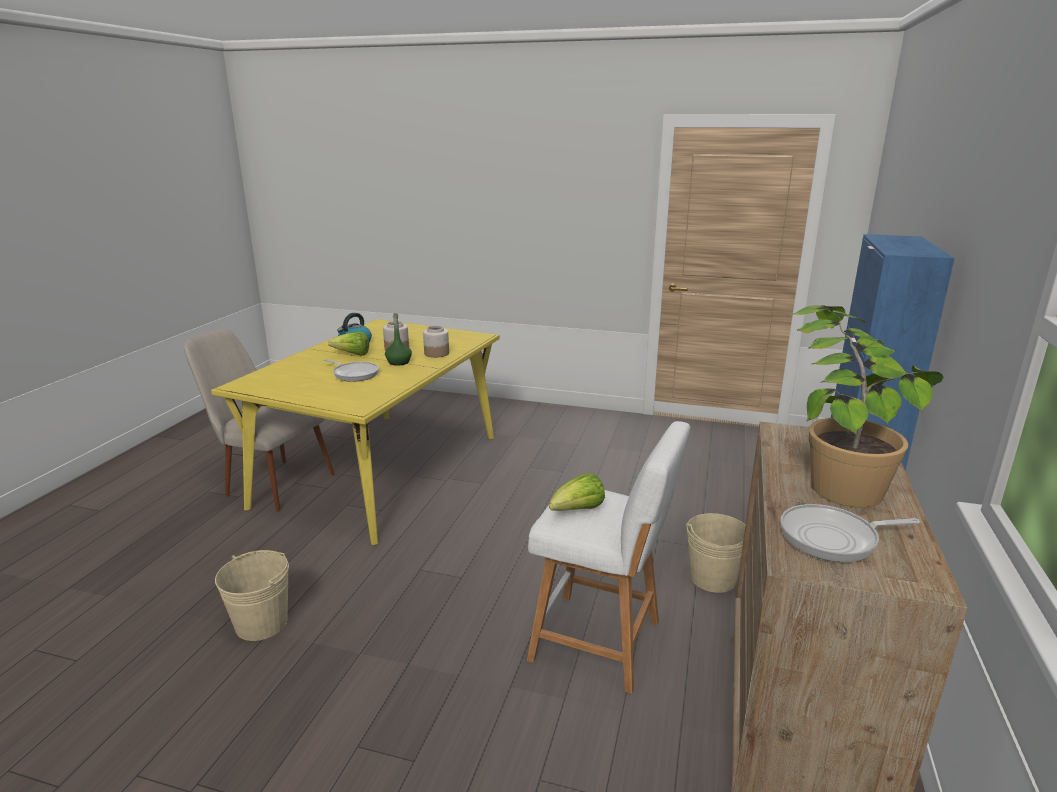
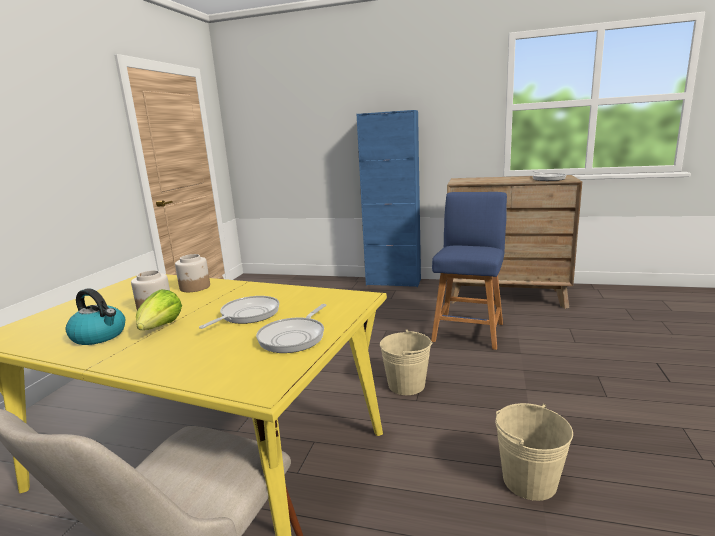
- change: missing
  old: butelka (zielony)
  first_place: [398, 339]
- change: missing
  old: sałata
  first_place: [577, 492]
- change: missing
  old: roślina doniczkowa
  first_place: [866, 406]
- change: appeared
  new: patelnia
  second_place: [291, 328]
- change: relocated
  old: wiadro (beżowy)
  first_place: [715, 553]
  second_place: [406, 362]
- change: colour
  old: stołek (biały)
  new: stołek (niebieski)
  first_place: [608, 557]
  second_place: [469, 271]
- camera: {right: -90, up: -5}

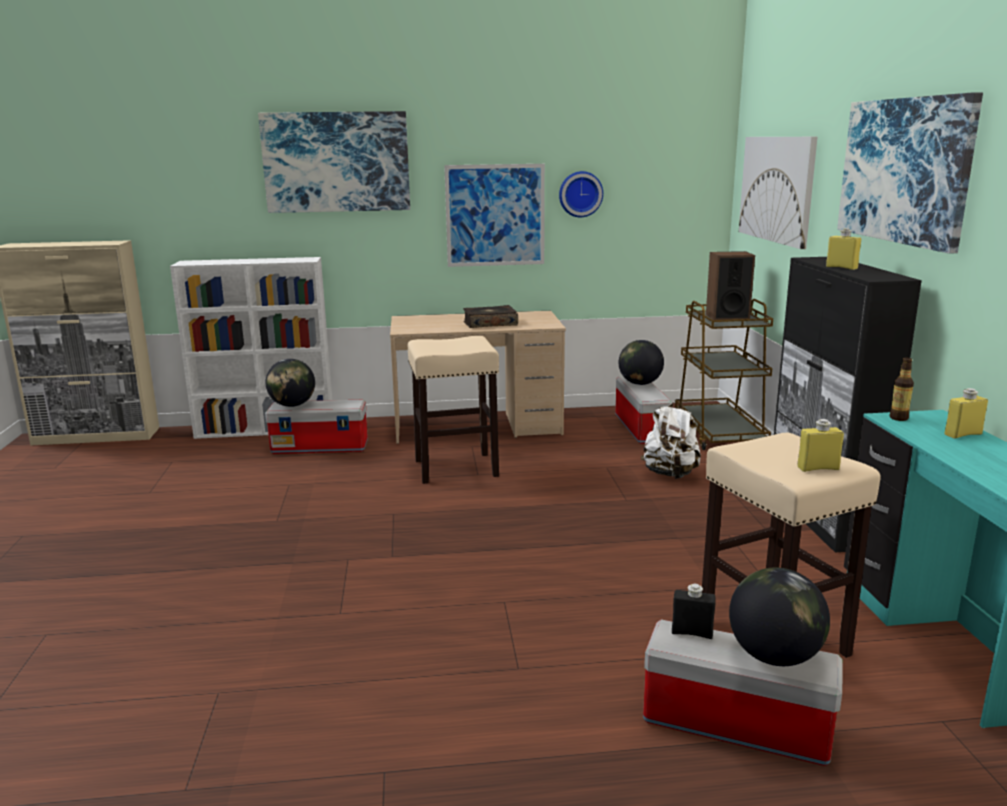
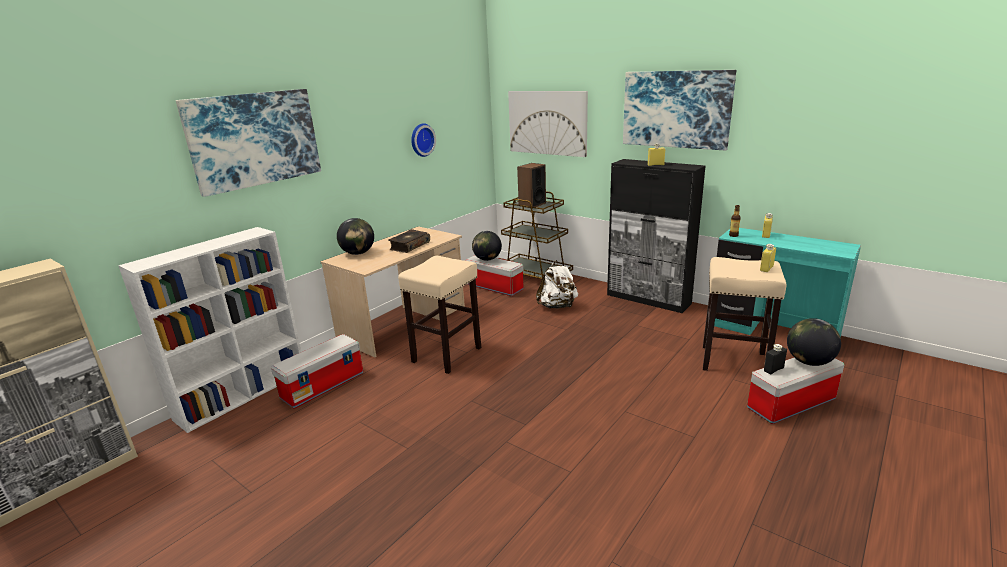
- change: missing
  old: obraz
  first_place: [494, 215]
- change: relocated
  old: globus
  first_place: [290, 383]
  second_place: [355, 236]
- camera: {right: -45, up: 5}

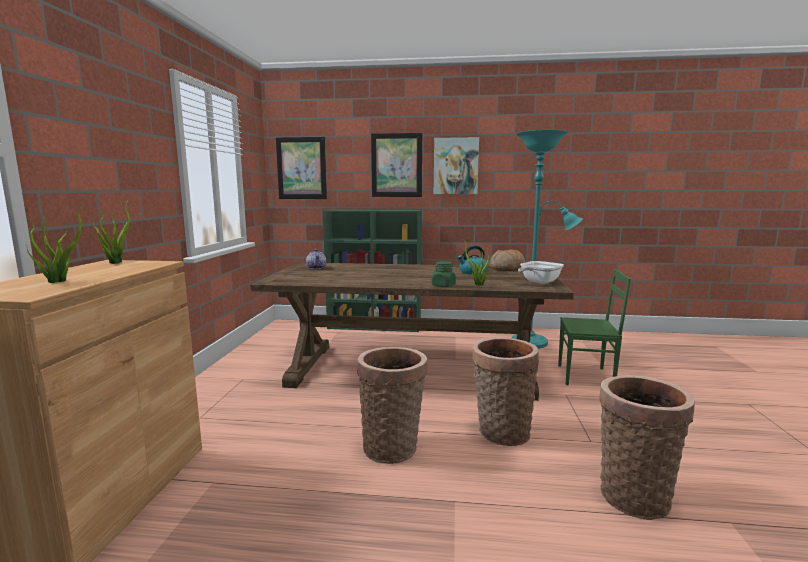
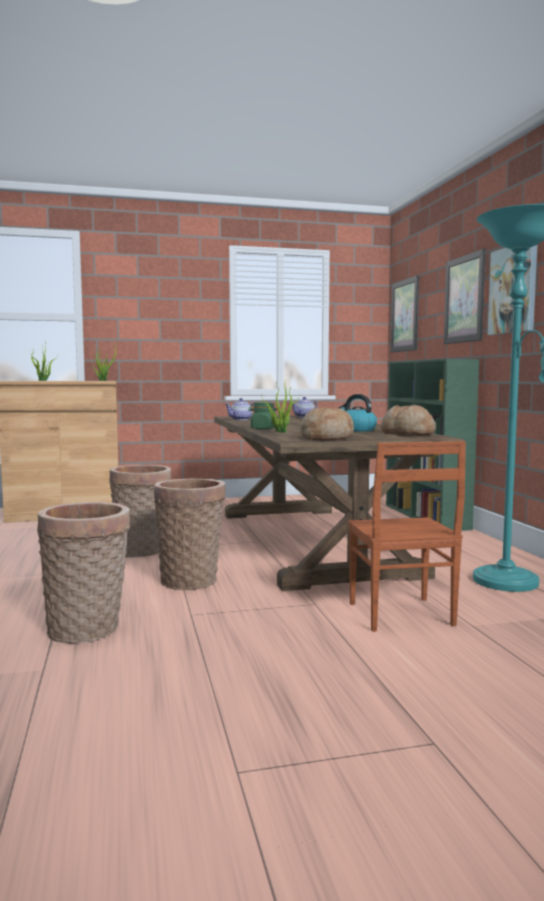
- change: appeared
  new: imbryk
  second_place: [239, 409]
- change: exchanged
  old: patelnia
  new: chleb
  first_place: [541, 272]
  second_place: [327, 424]
- change: colour
  old: krzesło (zielony)
  new: krzesło (brązowy)
  first_place: [594, 327]
  second_place: [407, 536]
- camera: {right: 70, up: -5}

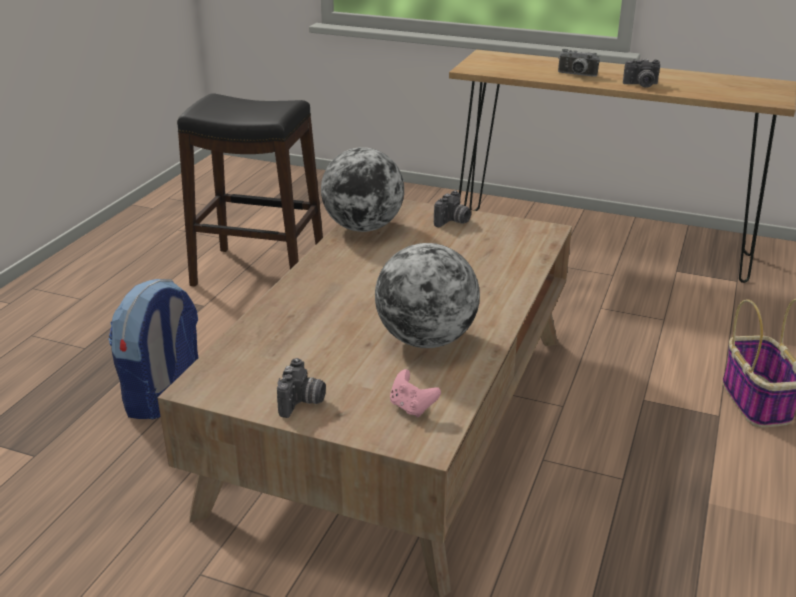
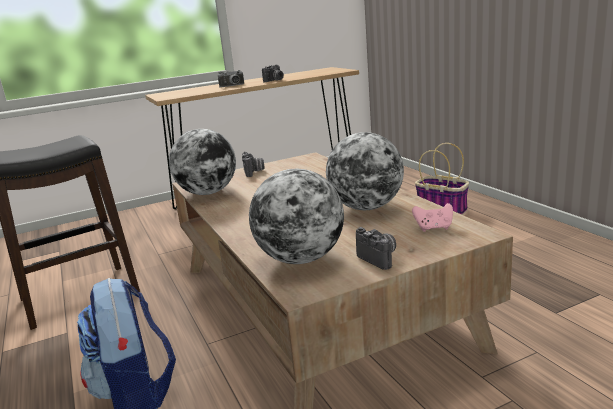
- change: appeared
  new: globus
  second_place: [296, 216]
- camera: {right: -45, up: -10}

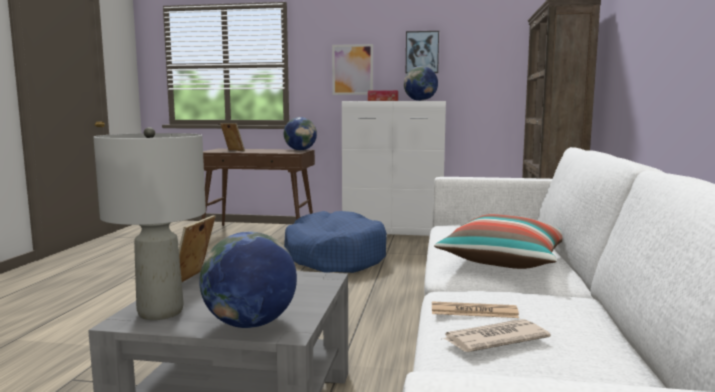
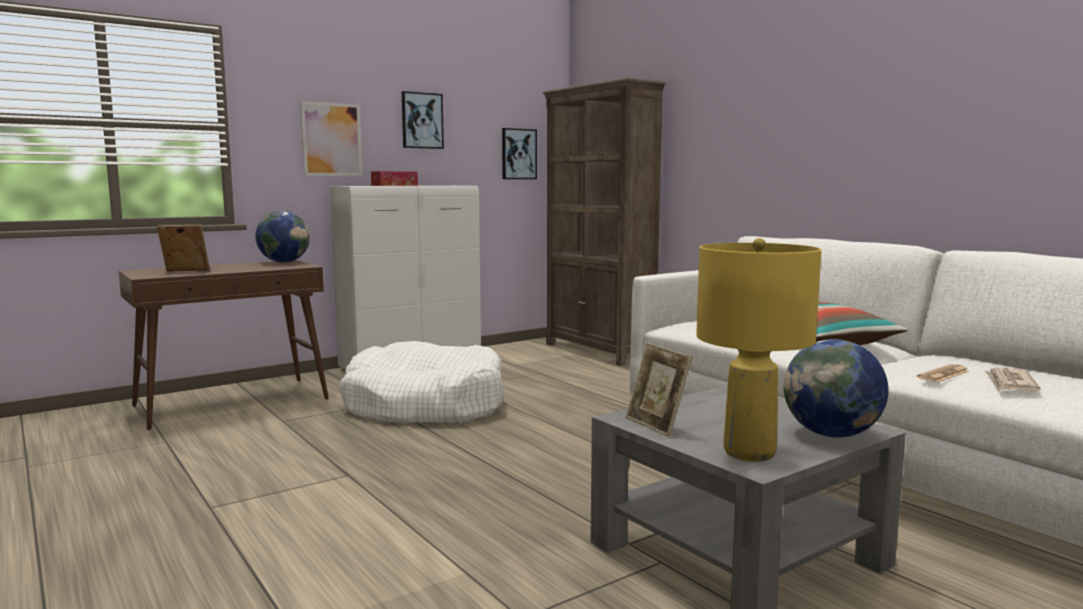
- change: missing
  old: globus
  first_place: [421, 83]
- change: appeared
  new: obraz
  second_place: [519, 153]
- change: colour
  old: lampa stołowa (szary)
  new: lampa stołowa (żółty)
  first_place: [149, 223]
  second_place: [758, 349]
- change: colour
  old: legowisko (niebieski)
  new: legowisko (biały)
  first_place: [335, 242]
  second_place: [422, 382]
- camera: {right: -45, up: 0}

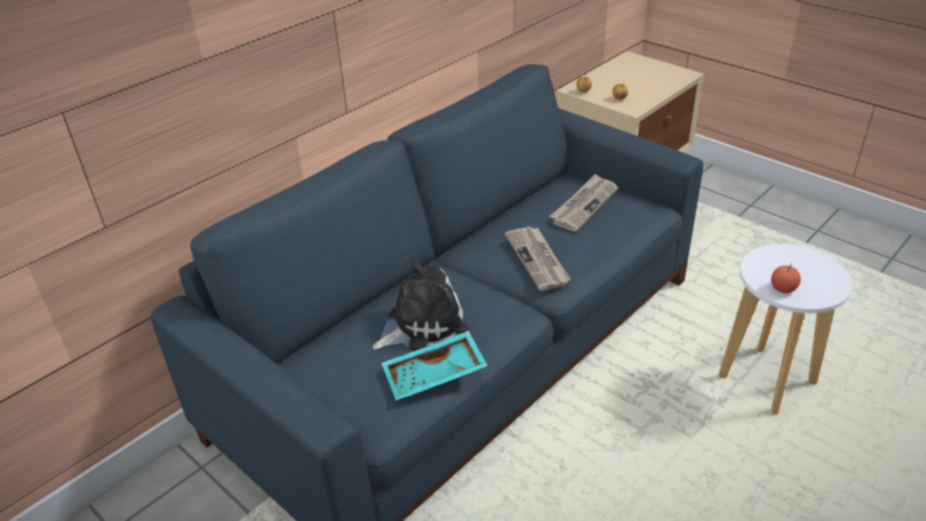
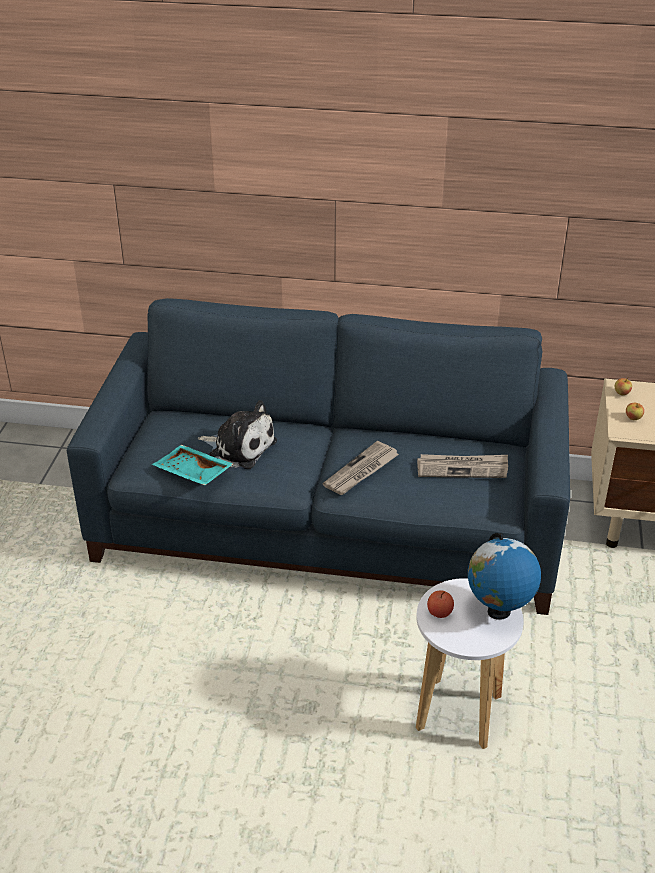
- change: appeared
  new: globus
  second_place: [504, 576]
- camera: {right: 55, up: 0}

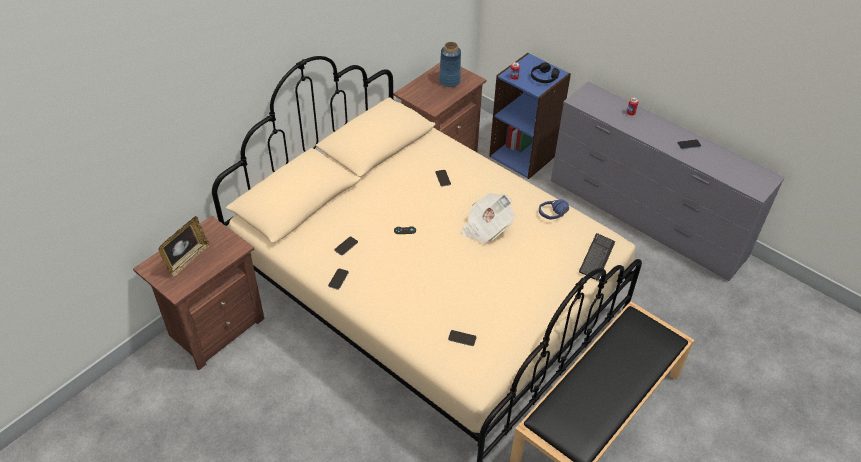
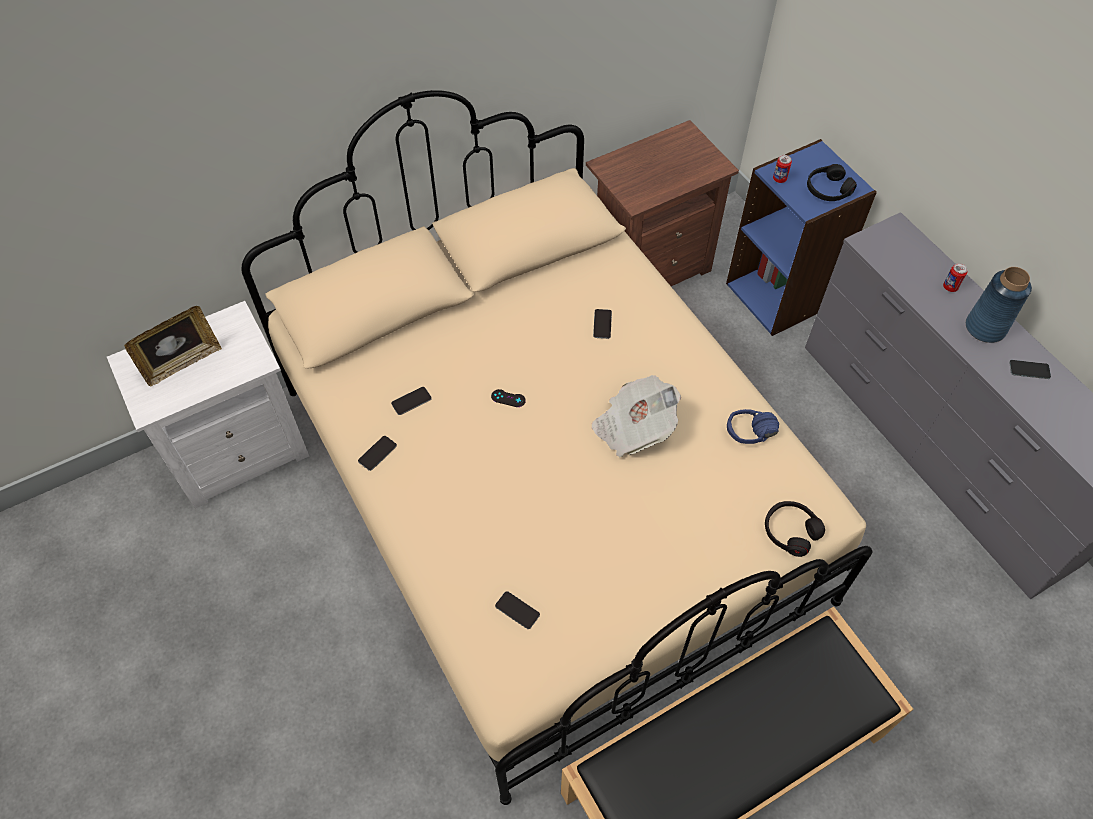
- change: relocated
  old: wazon (niebieski)
  first_place: [450, 64]
  second_place: [999, 305]
- change: exchanged
  old: klawiatura
  new: słuchawki (czarny)
  first_place: [597, 257]
  second_place: [795, 529]
- change: colour
  old: szafka nocna (brązowy)
  new: szafka nocna (biały)
  first_place: [199, 293]
  second_place: [208, 405]
- camera: {right: 20, up: 10}

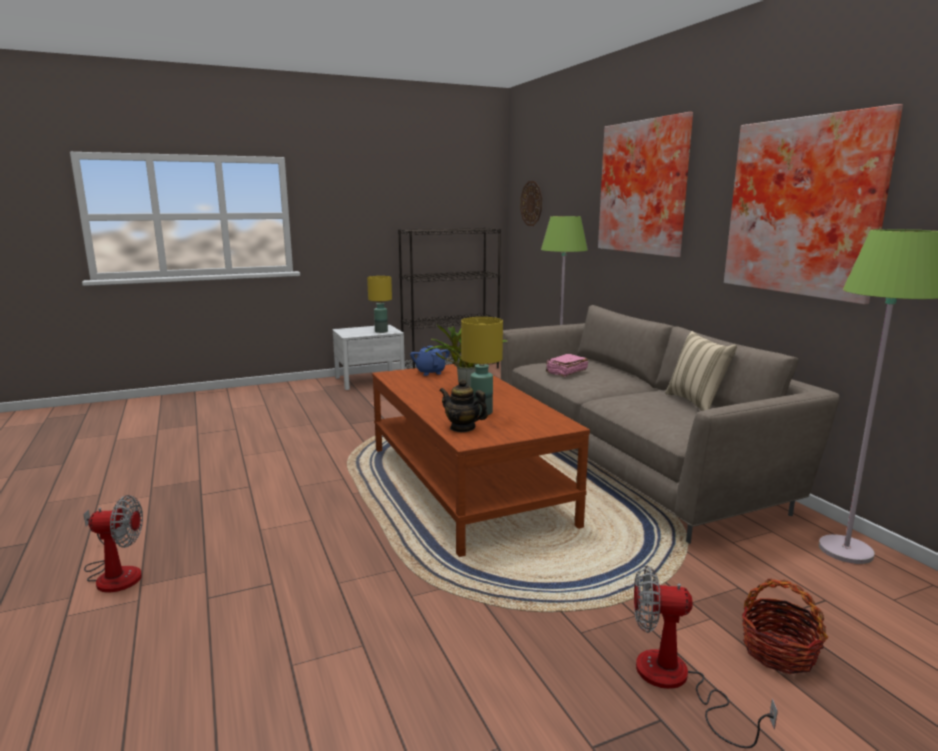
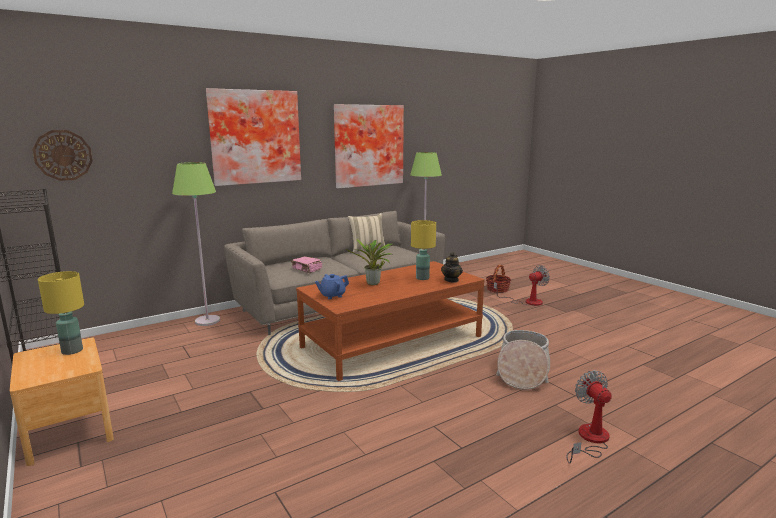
- change: appeared
  new: koszyk
  second_place: [523, 360]
- change: colour
  old: szafka nocna (biały)
  new: szafka nocna (brązowy)
  first_place: [369, 357]
  second_place: [62, 401]
- change: spun
  old: wentylator
  first_place: [706, 657]
  second_place: [521, 285]
  degrees: -120
- camera: {right: -100, up: 0}

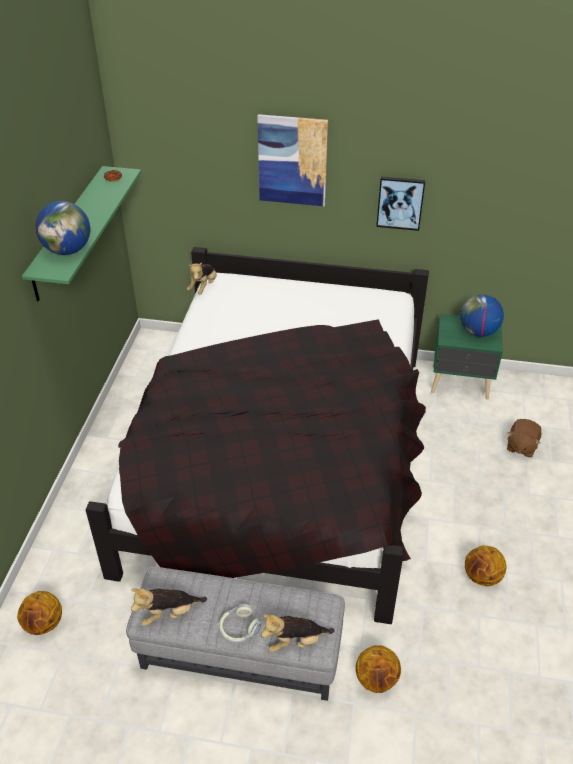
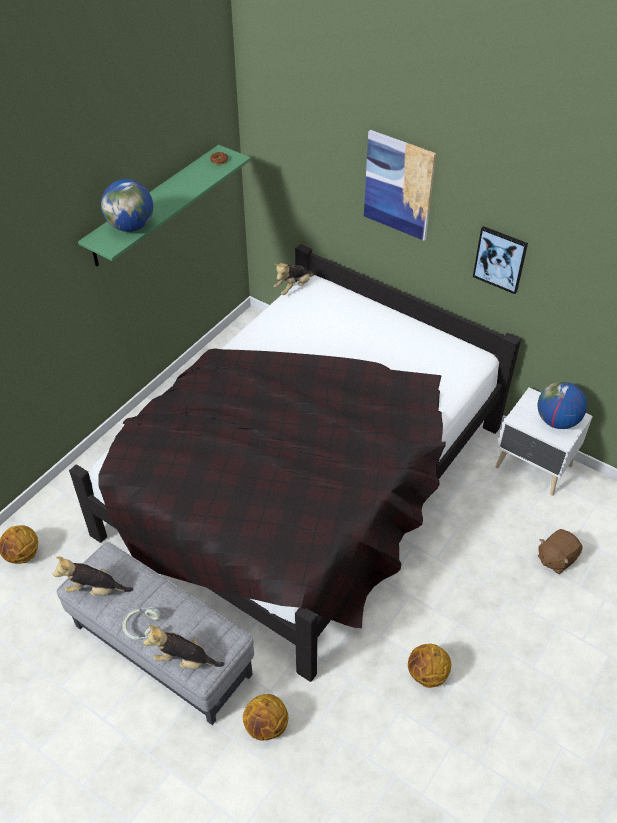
- change: colour
  old: szafka nocna (zielony)
  new: szafka nocna (biały)
  first_place: [467, 356]
  second_place: [544, 441]
- camera: {right: 25, up: 5}

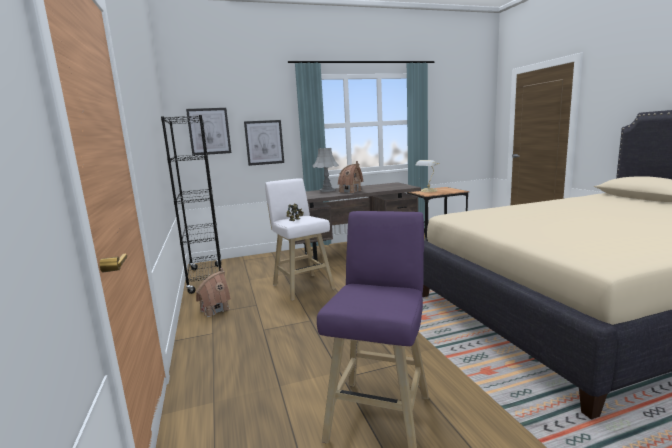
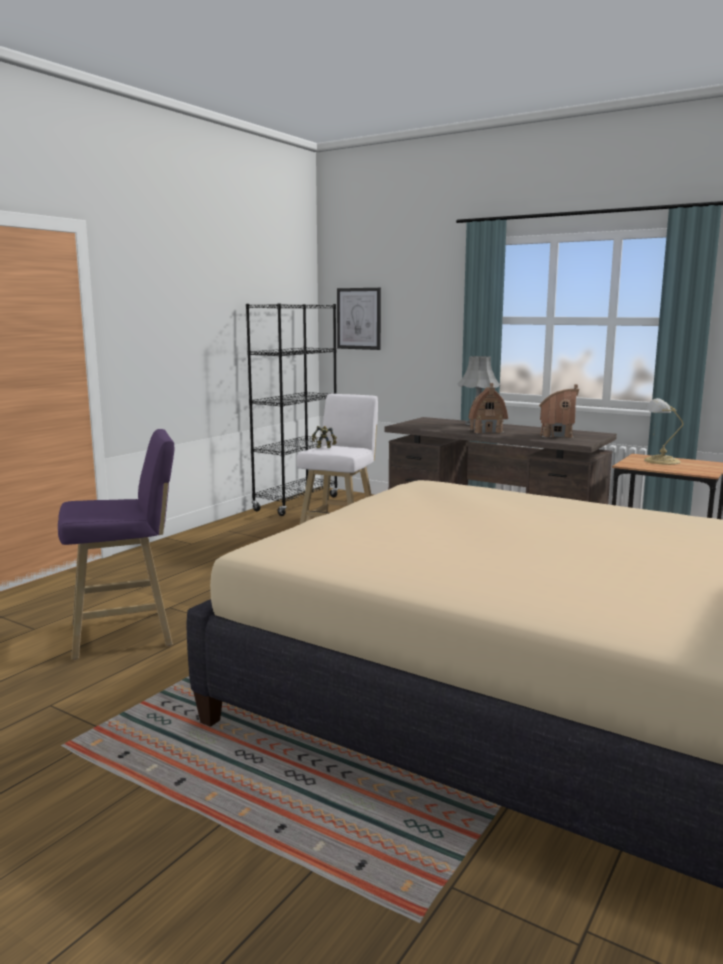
- change: missing
  old: obraz
  first_place: [264, 143]
- change: relocated
  old: domek
  first_place: [213, 292]
  second_place: [559, 411]
- camera: {right: 50, up: 0}

